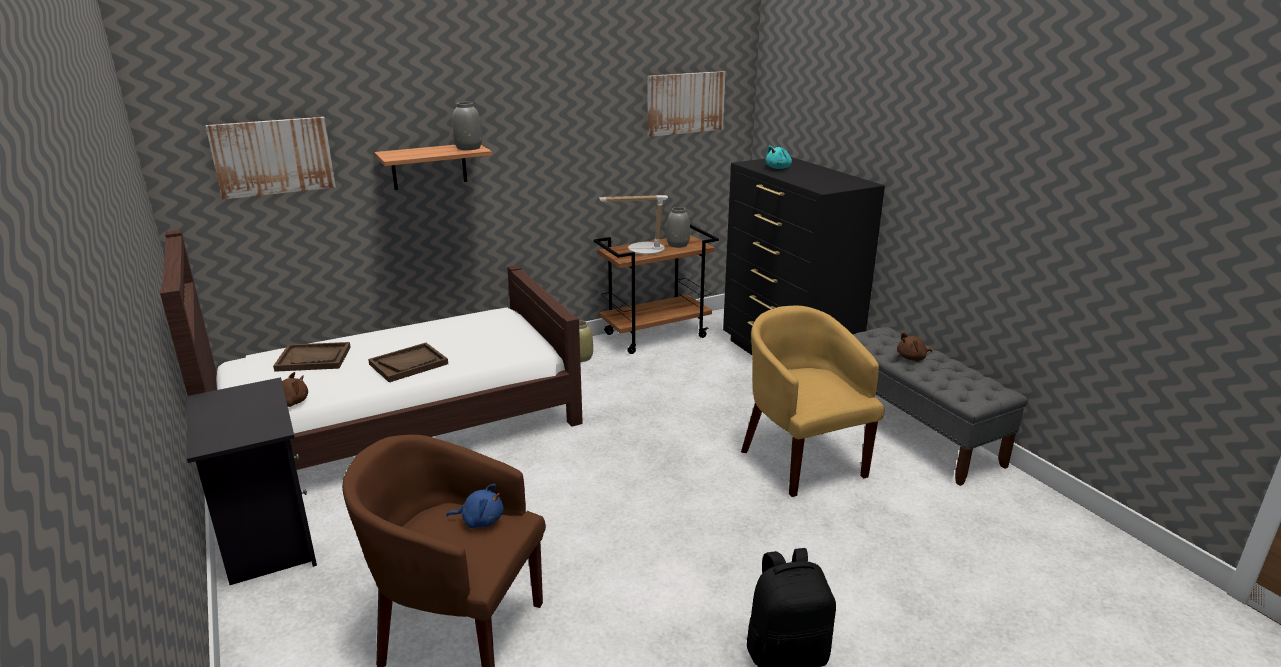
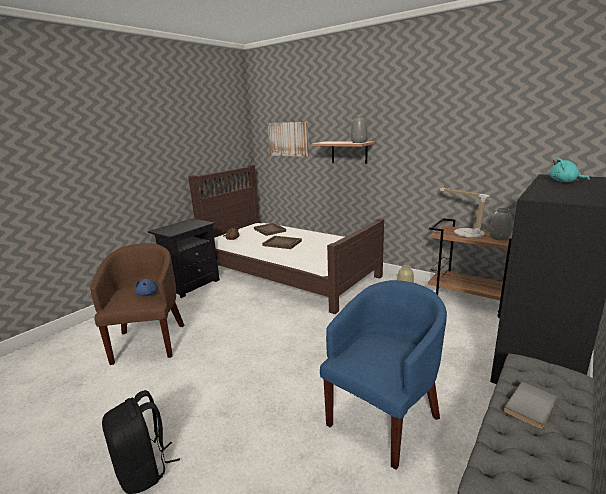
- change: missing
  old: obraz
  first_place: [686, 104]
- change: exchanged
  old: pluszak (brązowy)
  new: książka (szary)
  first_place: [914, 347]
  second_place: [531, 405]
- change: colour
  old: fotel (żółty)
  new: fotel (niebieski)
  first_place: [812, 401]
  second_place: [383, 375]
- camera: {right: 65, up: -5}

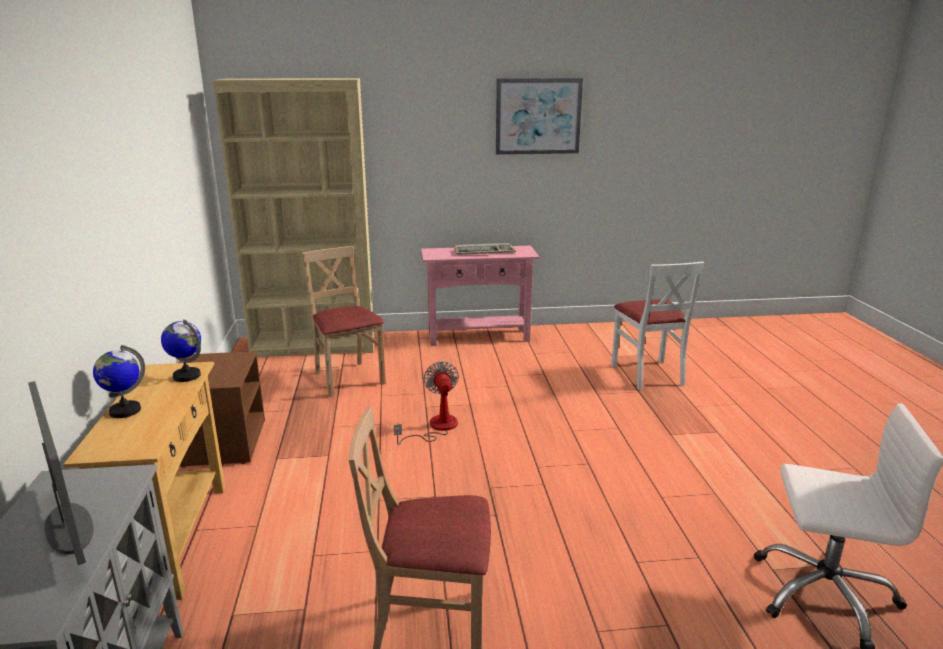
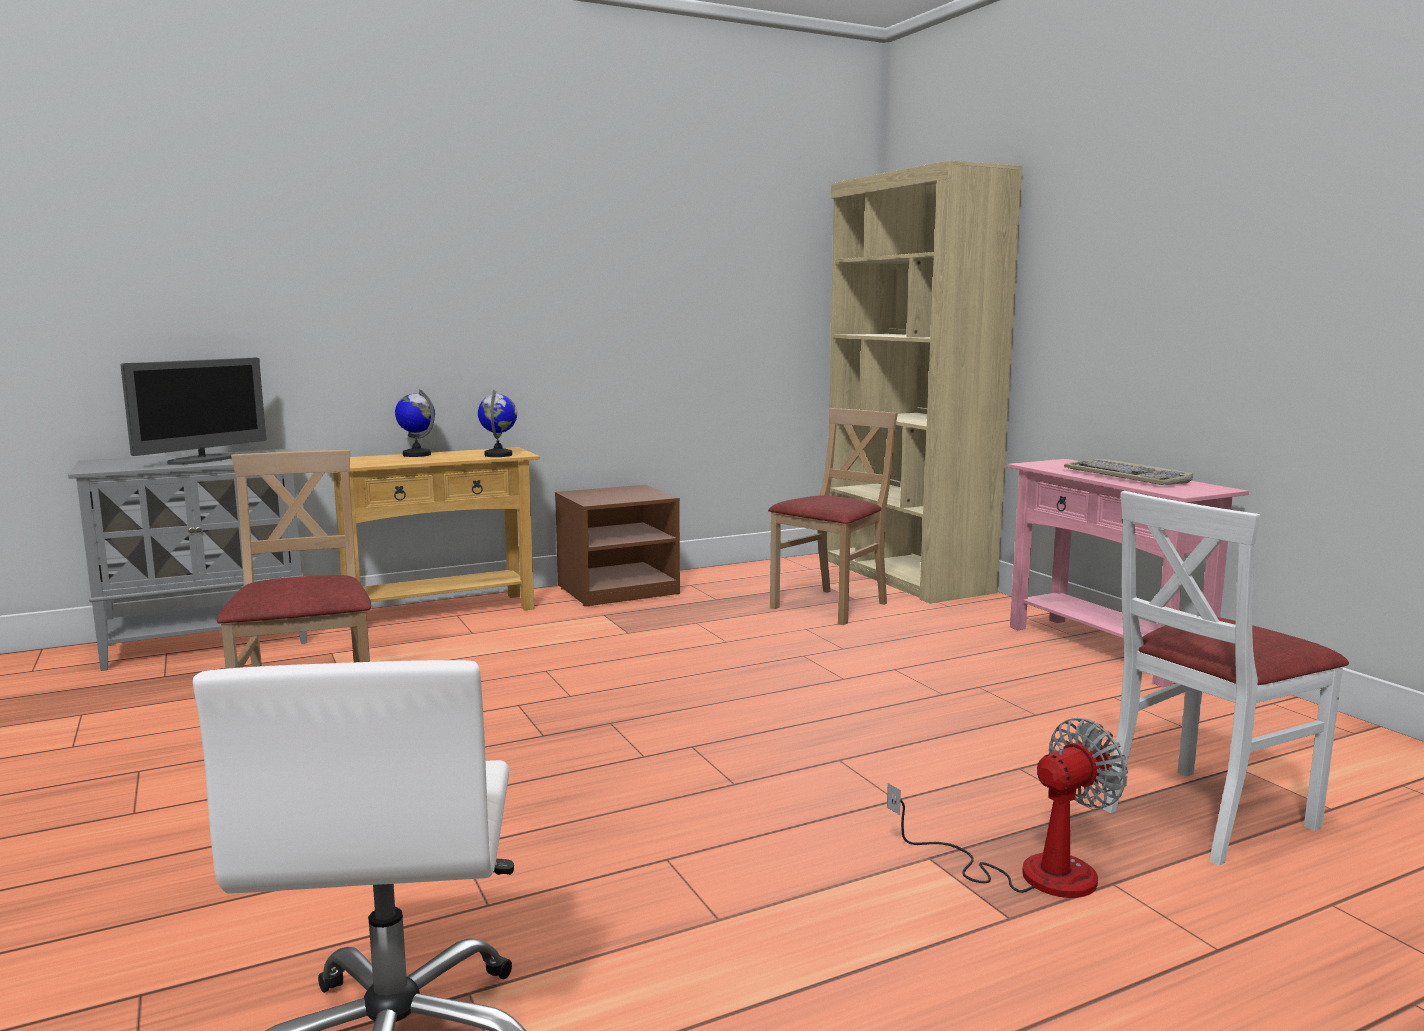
- change: missing
  old: obraz
  first_place: [539, 116]
- change: relocated
  old: wentylator
  first_place: [426, 403]
  second_place: [1007, 808]
- camera: {right: 70, up: -10}

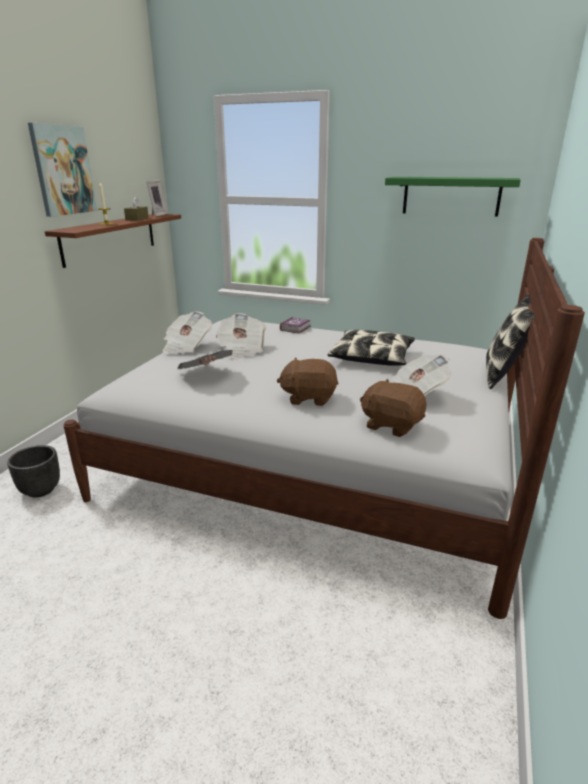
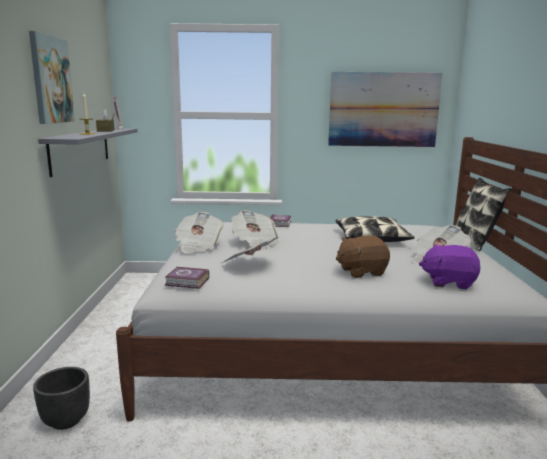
- change: appeared
  new: książka
  second_place: [187, 278]
- change: exchanged
  old: półka (zielony)
  new: obraz
  first_place: [453, 197]
  second_place: [385, 109]
- change: colour
  old: półka (brązowy)
  new: półka (szary)
  first_place: [113, 241]
  second_place: [88, 152]
- change: colour
  old: pluszak (brązowy)
  new: pluszak (fioletowy)
  first_place: [393, 407]
  second_place: [449, 266]
- camera: {right: -20, up: -10}

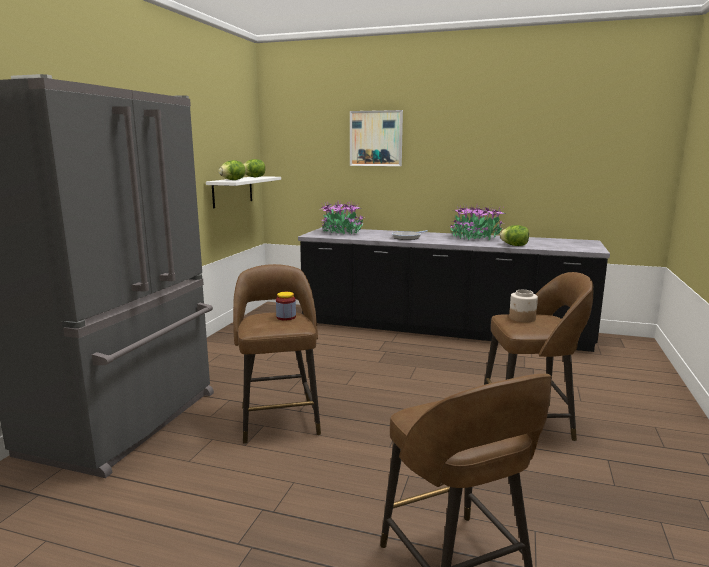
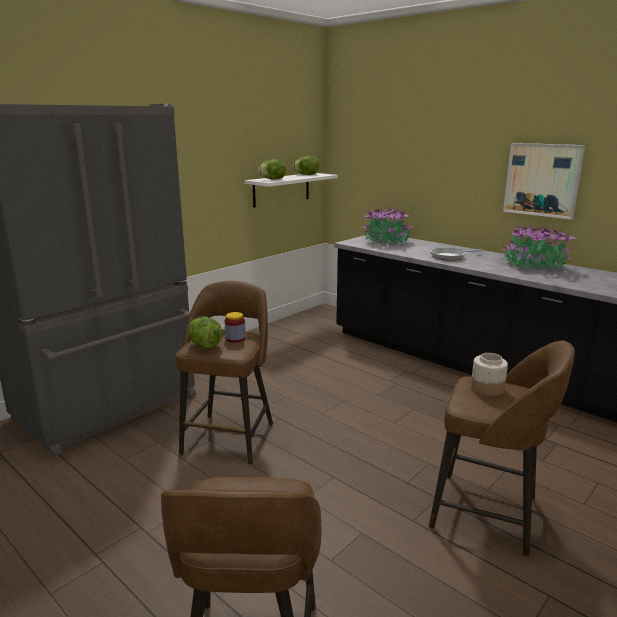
- change: relocated
  old: obraz
  first_place: [376, 138]
  second_place: [544, 181]
- change: relocated
  old: sałata
  first_place: [514, 235]
  second_place: [205, 332]
- camera: {right: 25, up: 5}

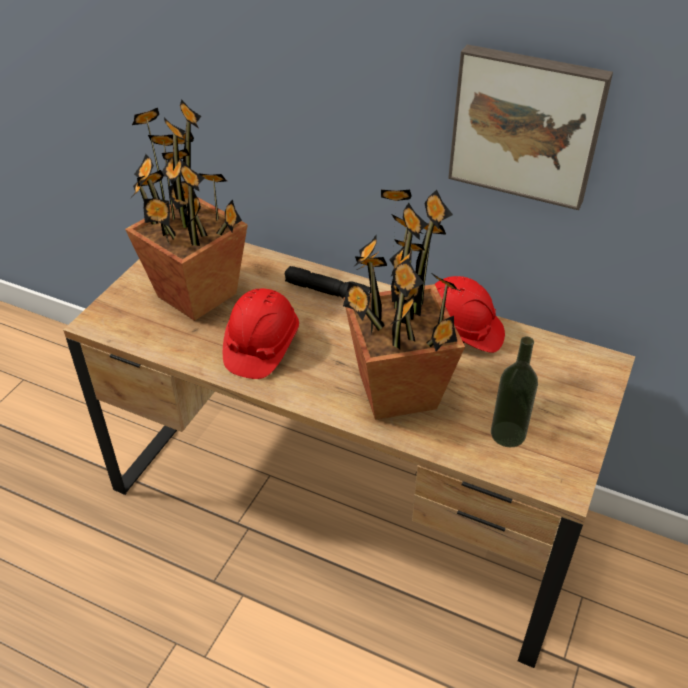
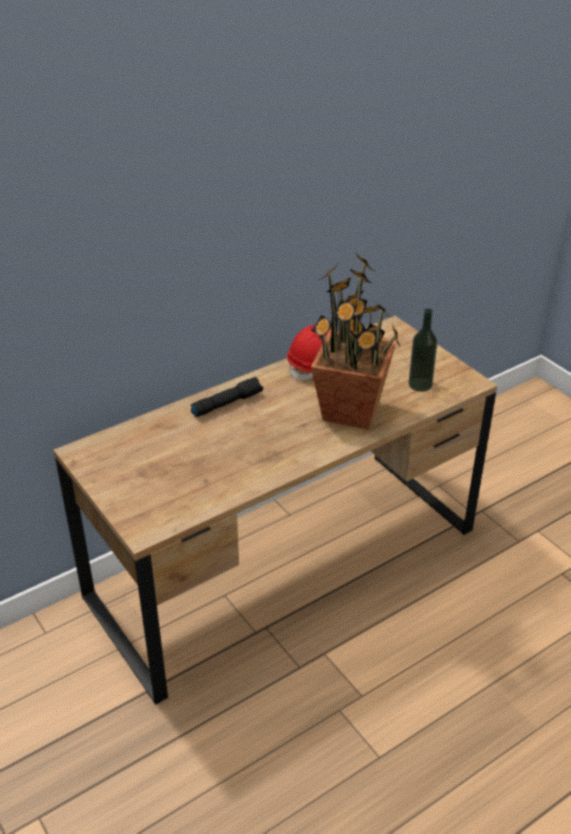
- change: missing
  old: roślina doniczkowa
  first_place: [186, 210]
- change: missing
  old: kask (czerwony)
  first_place: [261, 333]
- change: missing
  old: obraz
  first_place: [530, 127]
- camera: {right: -60, up: -5}

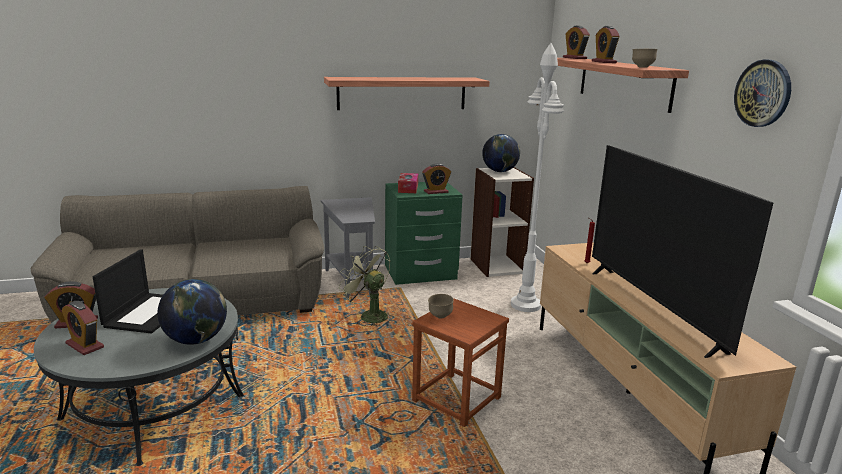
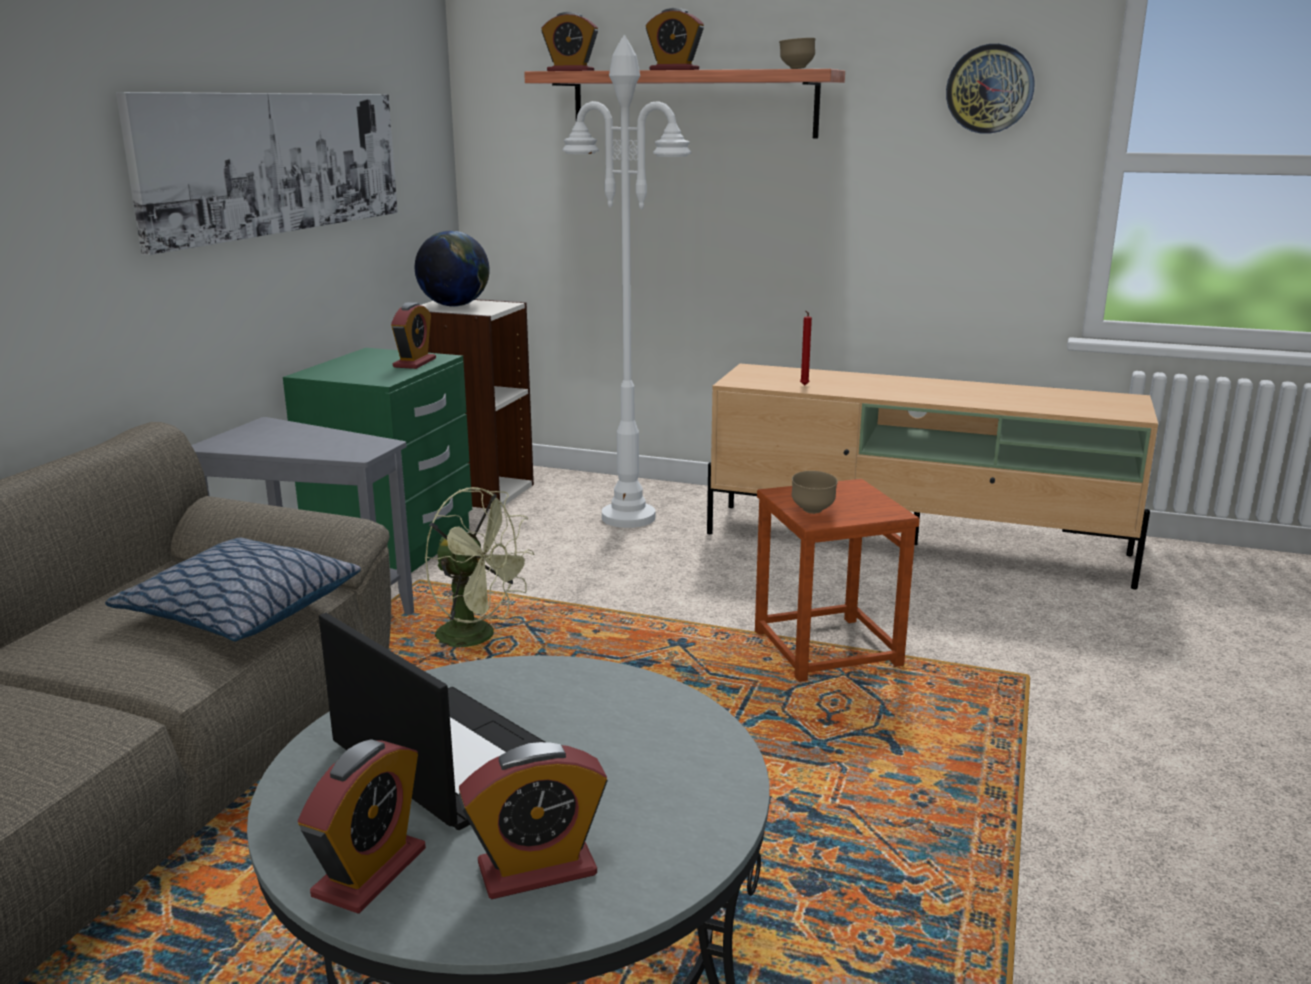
- change: missing
  old: globus
  first_place: [192, 312]
- change: missing
  old: pudełko chusteczek
  first_place: [408, 183]
- change: missing
  old: telewizor
  first_place: [682, 251]
- change: appeared
  new: poduszka
  second_place: [233, 589]
- change: exchanged
  old: półka
  new: obraz
  first_place: [407, 93]
  second_place: [257, 173]
- change: spun
  old: wentylator (zielony)
  first_place: [364, 286]
  second_place: [479, 568]
  degrees: -135
- camera: {right: -55, up: 0}

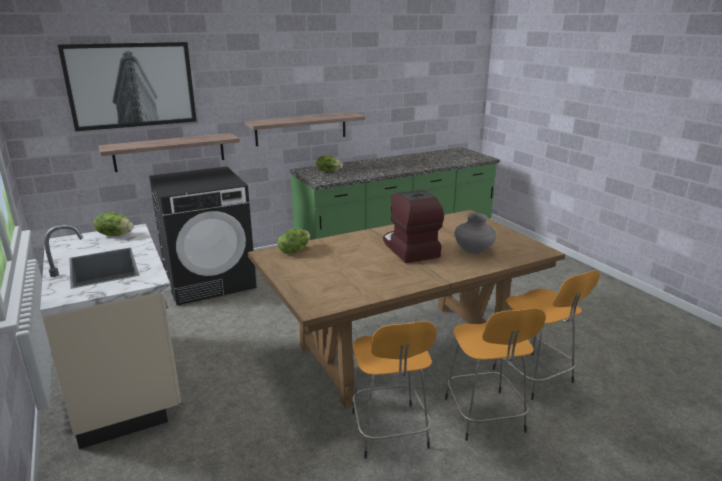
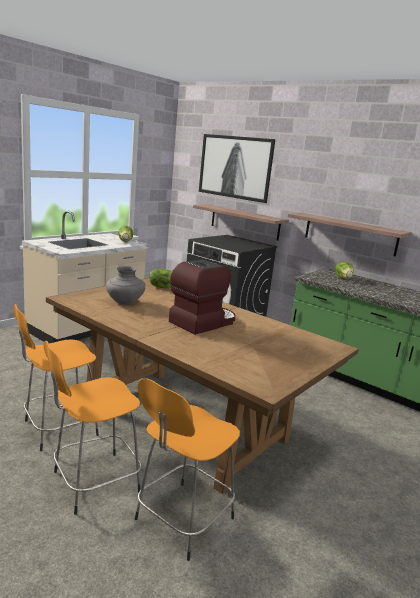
- change: relocated
  old: wazon (szary)
  first_place: [475, 233]
  second_place: [126, 285]
- camera: {right: 65, up: -5}

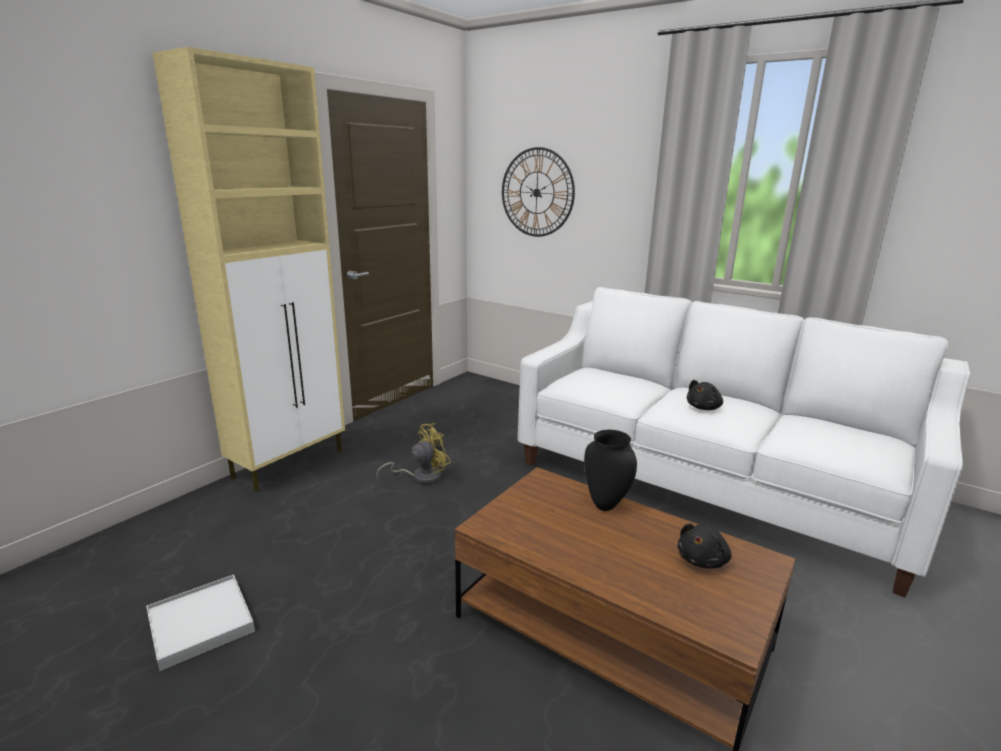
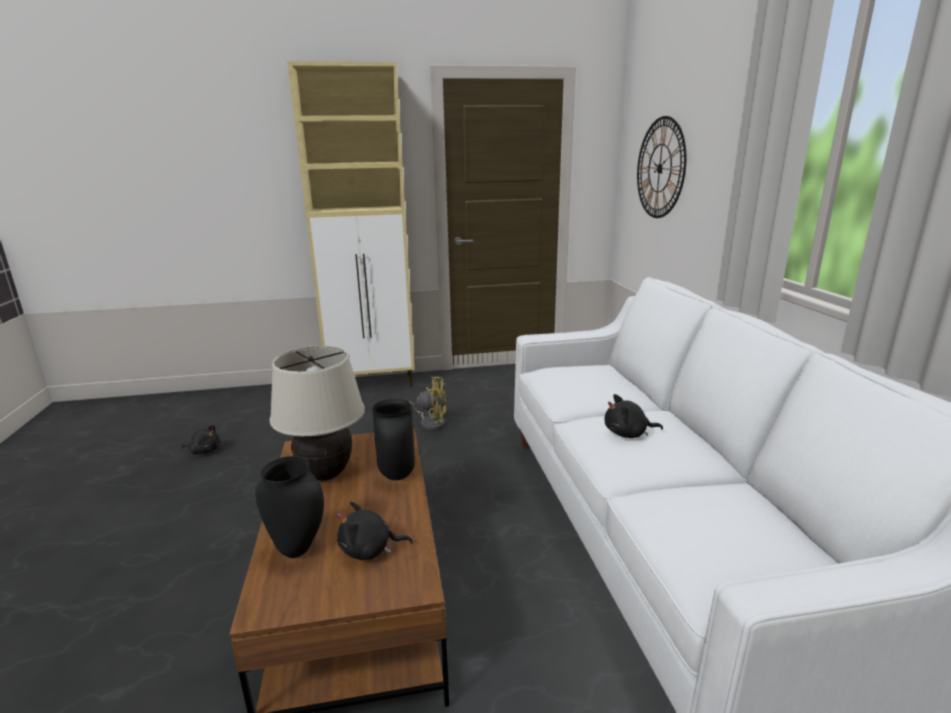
- change: appeared
  new: wazon (czarny)
  second_place: [289, 507]
- change: appeared
  new: lampa stołowa (beżowy)
  second_place: [317, 413]
- change: exchanged
  old: taca (biały)
  new: pluszak (czarny)
  first_place: [200, 623]
  second_place: [200, 439]
- camera: {right: 45, up: 0}

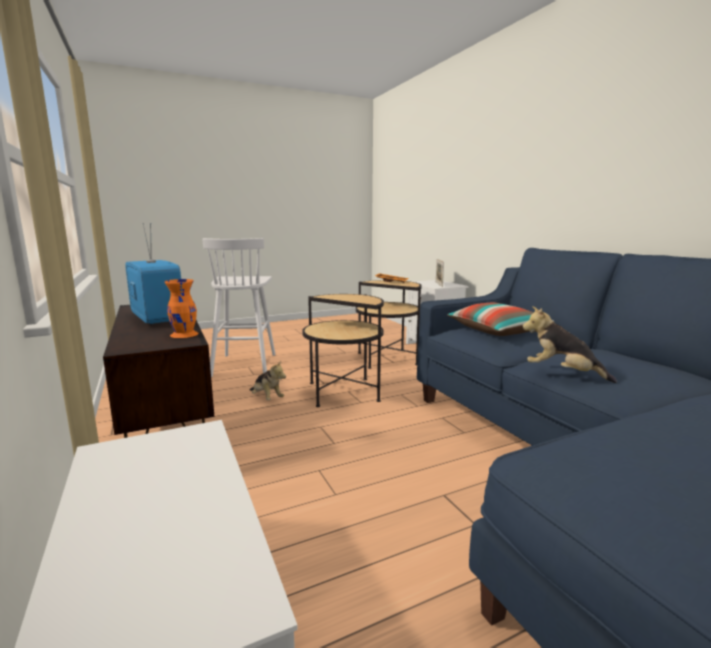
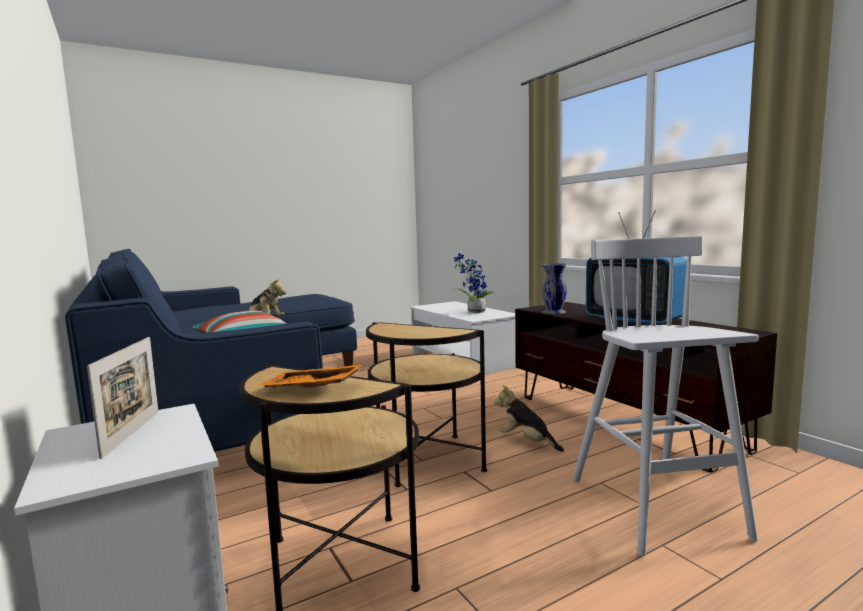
- change: appeared
  new: roślina doniczkowa
  second_place: [473, 283]
- change: colour
  old: wazon (pomarańczowy)
  new: wazon (szary)
  first_place: [181, 308]
  second_place: [554, 288]
- camera: {right: 175, up: -5}

